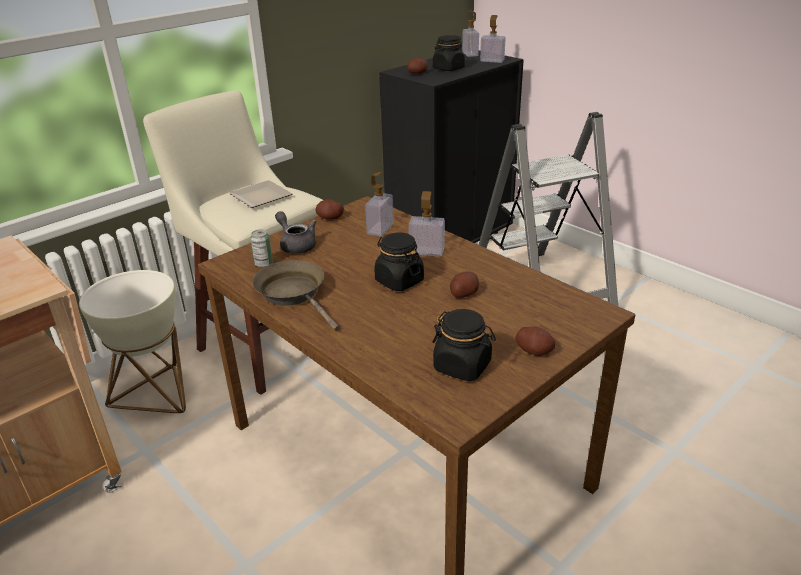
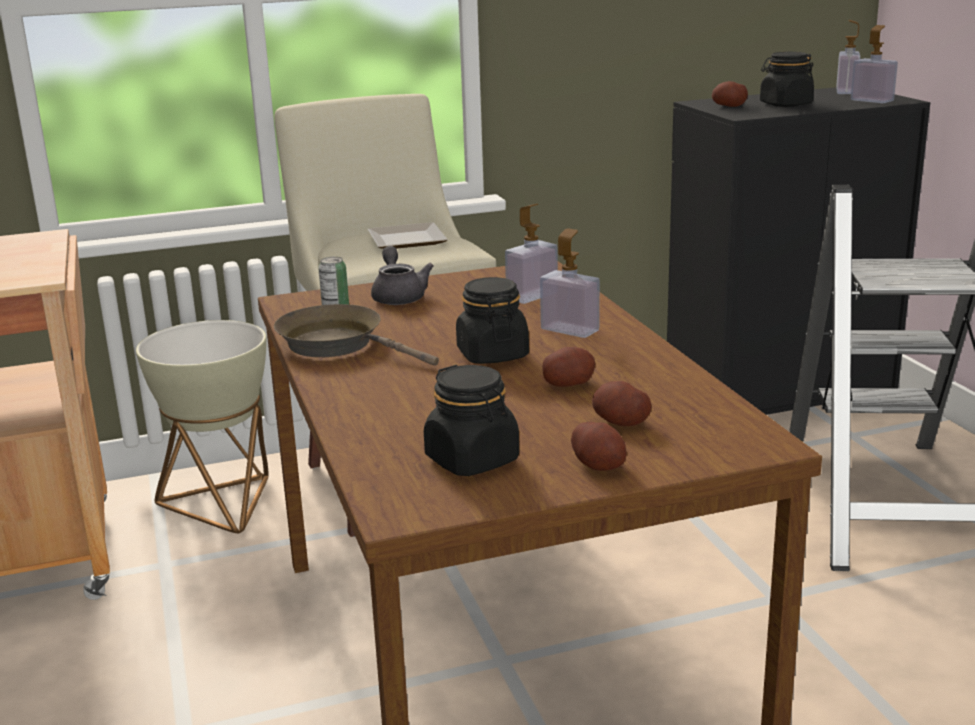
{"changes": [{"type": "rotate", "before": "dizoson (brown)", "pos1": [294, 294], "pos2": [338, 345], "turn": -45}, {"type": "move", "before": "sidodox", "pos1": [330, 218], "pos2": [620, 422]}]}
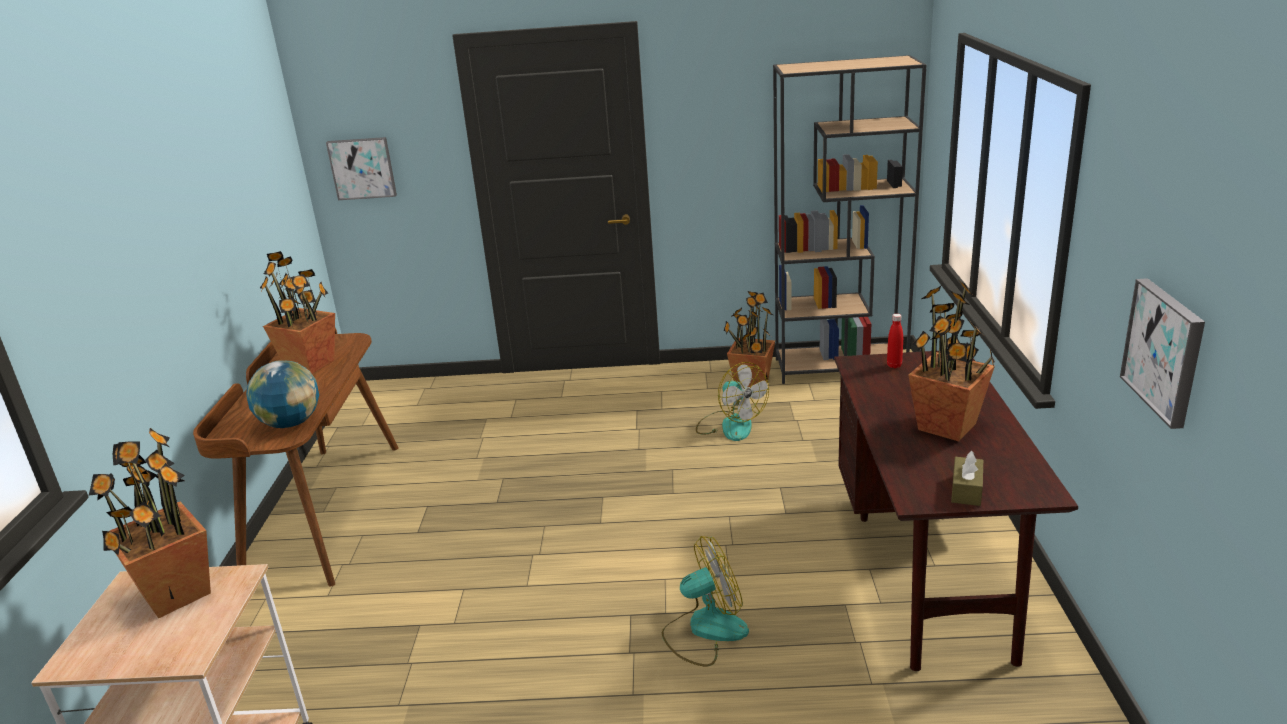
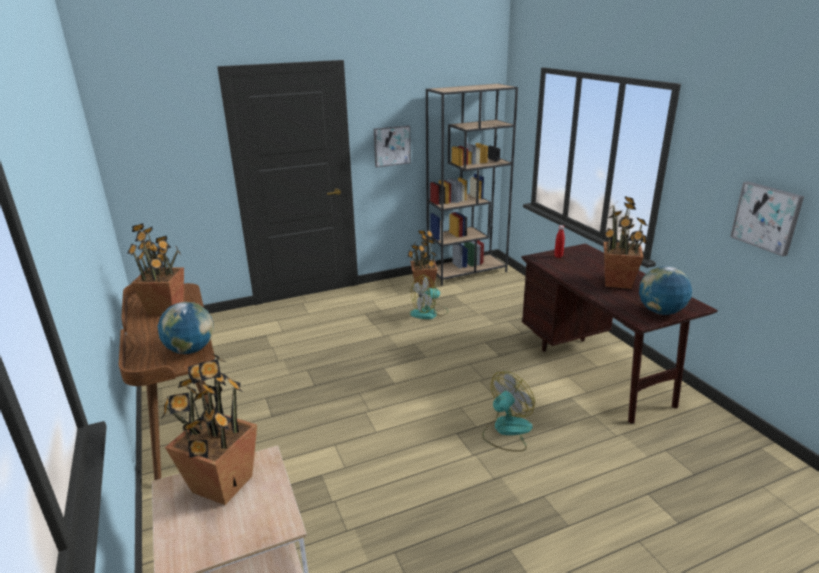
{"changes": [{"type": "move", "before": "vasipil", "pos1": [362, 168], "pos2": [391, 146]}, {"type": "rotate", "before": "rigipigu", "pos1": [730, 425], "pos2": [429, 313], "turn": 120}, {"type": "replace", "before": "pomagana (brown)", "after": "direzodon", "pos1": [966, 490], "pos2": [660, 312]}]}
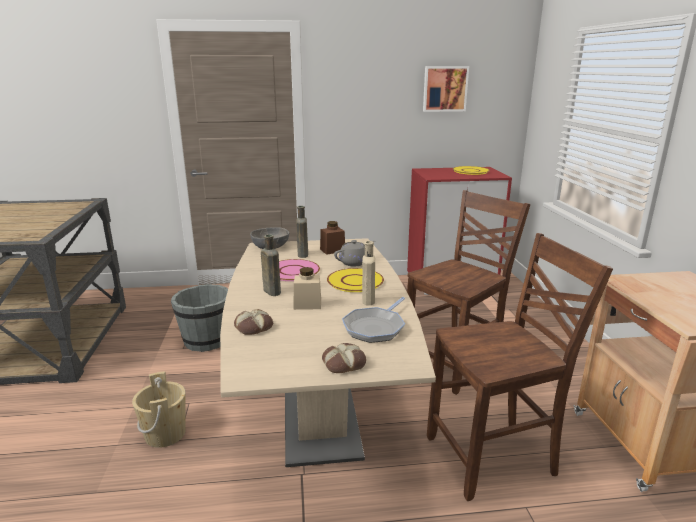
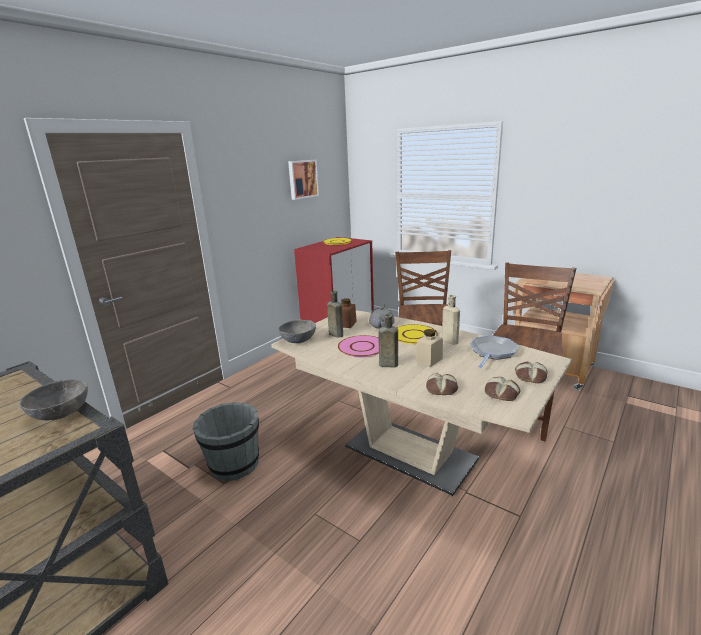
{"changes": [{"type": "insert", "after": "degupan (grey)", "pos2": [60, 413]}, {"type": "rotate", "before": "dizoson", "pos1": [375, 327], "pos2": [492, 352], "turn": -135}, {"type": "insert", "after": "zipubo", "pos2": [501, 393]}, {"type": "delete", "before": "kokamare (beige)", "pos1": [165, 434]}]}
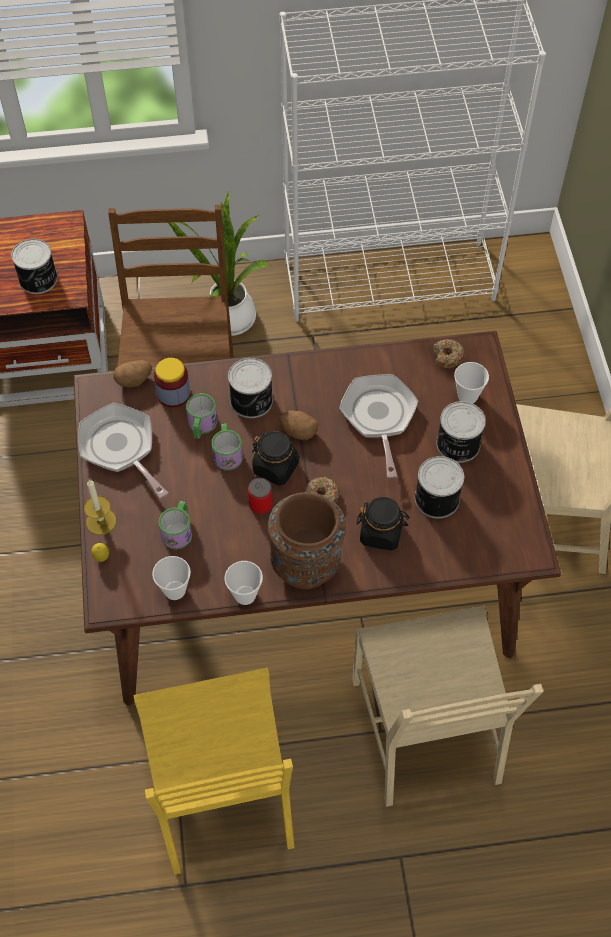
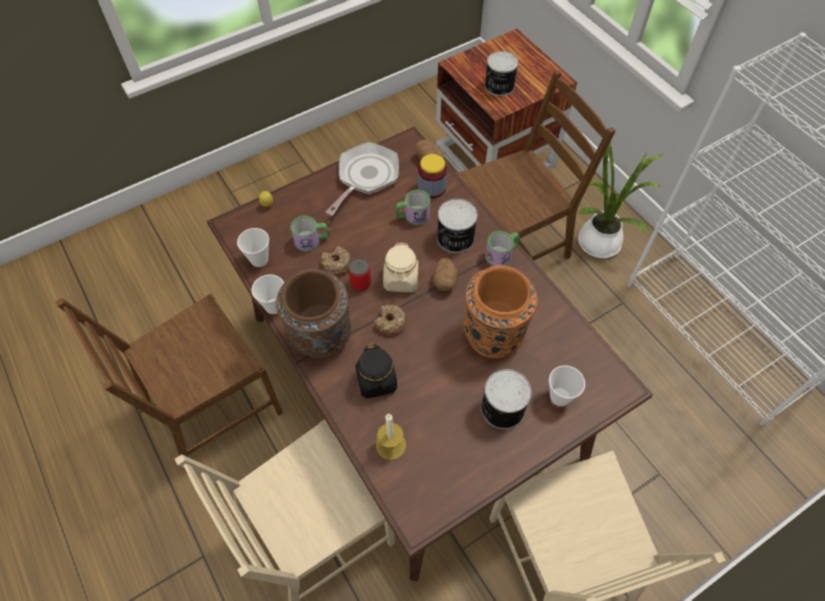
{"changes": [{"type": "recolor", "before": "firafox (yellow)", "after": "firafox (brown)", "pos1": [222, 794], "pos2": [211, 407]}, {"type": "move", "before": "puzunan", "pos1": [447, 357], "pos2": [336, 264]}, {"type": "move", "before": "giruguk", "pos1": [101, 521], "pos2": [391, 445]}, {"type": "recolor", "before": "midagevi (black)", "after": "midagevi (beige)", "pos1": [276, 468], "pos2": [401, 279]}, {"type": "replace", "before": "dizoson", "after": "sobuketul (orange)", "pos1": [379, 417], "pos2": [493, 334]}, {"type": "move", "before": "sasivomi", "pos1": [227, 453], "pos2": [502, 254]}, {"type": "delete", "before": "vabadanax", "pos1": [435, 498]}]}
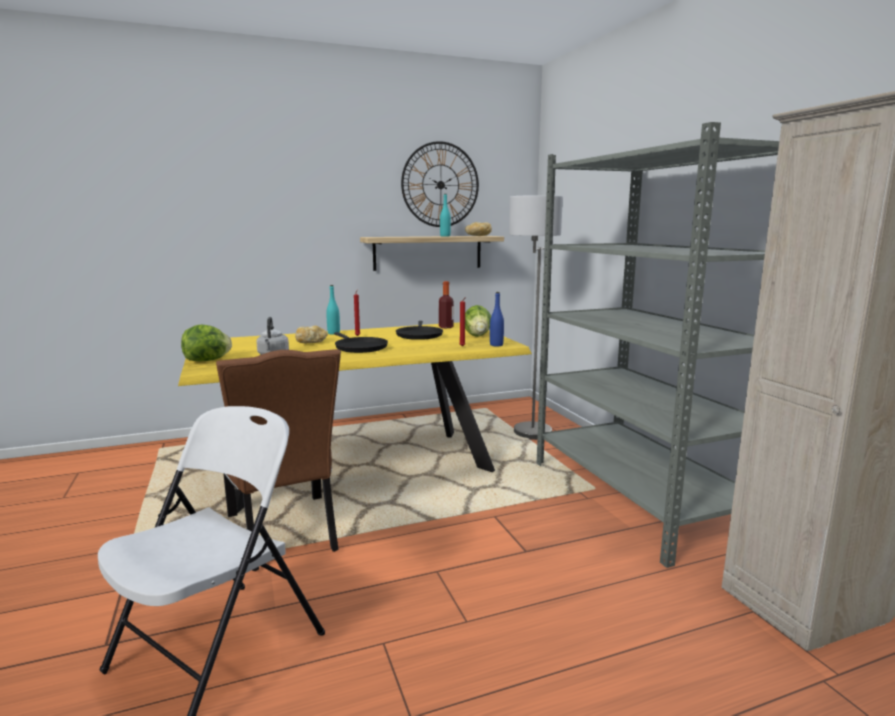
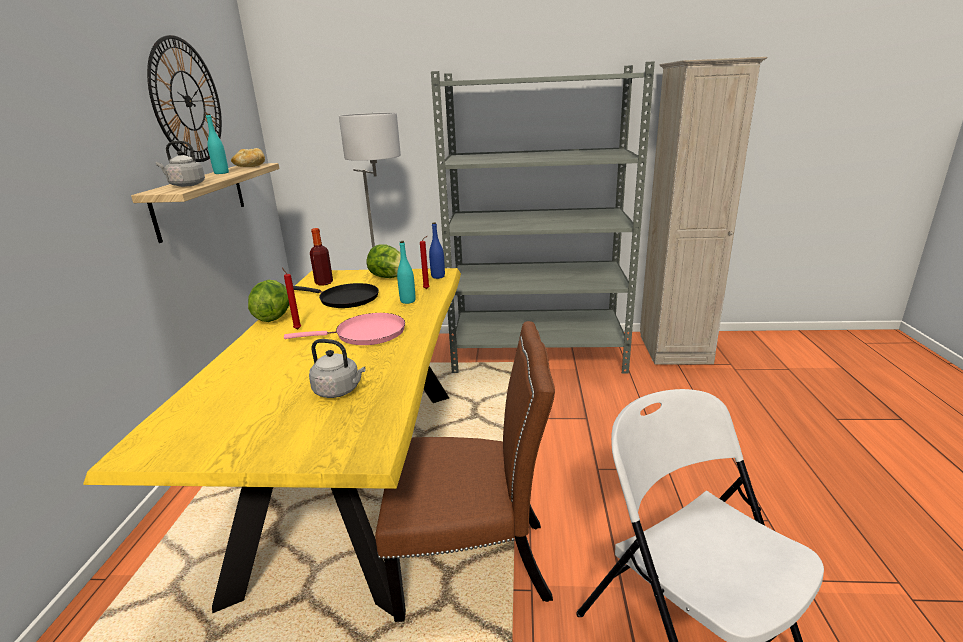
{"changes": [{"type": "insert", "after": "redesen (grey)", "pos2": [185, 185]}, {"type": "move", "before": "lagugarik", "pos1": [207, 360], "pos2": [274, 317]}, {"type": "recolor", "before": "dizoson (black)", "after": "dizoson (pink)", "pos1": [359, 347], "pos2": [366, 334]}, {"type": "move", "before": "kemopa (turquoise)", "pos1": [333, 333], "pos2": [408, 301]}, {"type": "delete", "before": "zipubo", "pos1": [311, 342]}]}
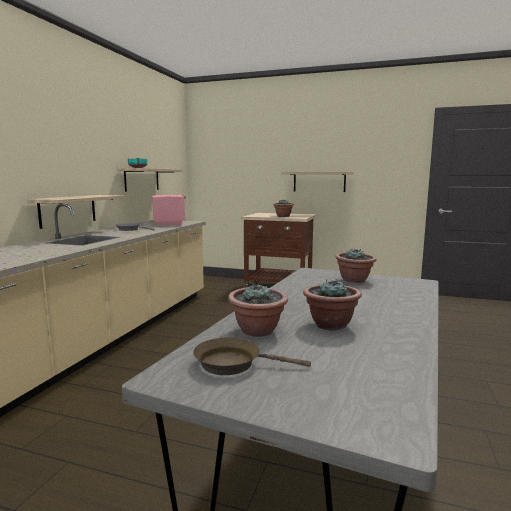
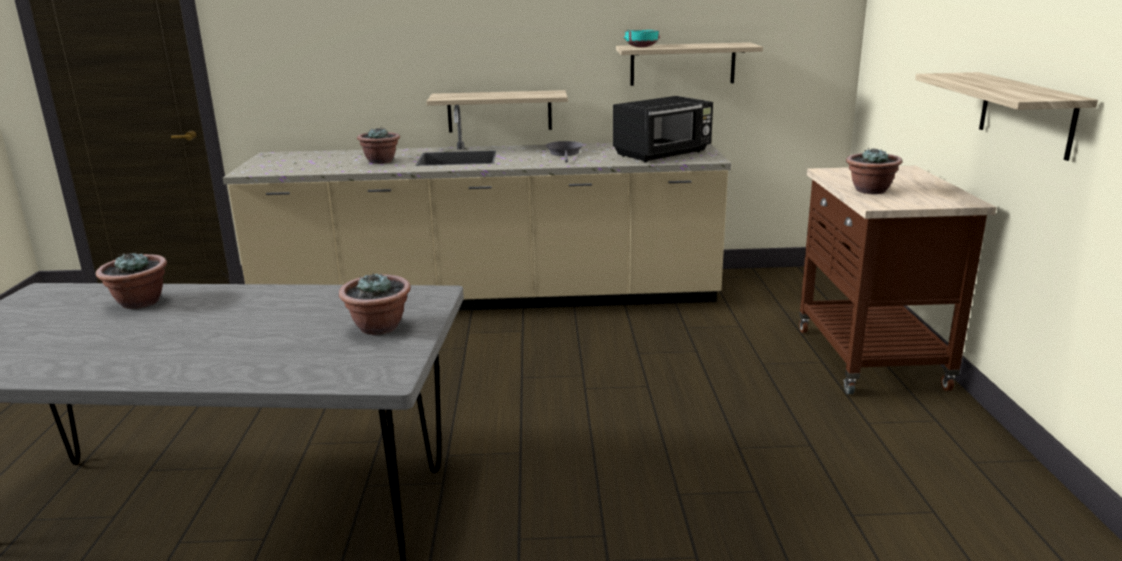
{"changes": [{"type": "move", "before": "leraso", "pos1": [330, 325], "pos2": [381, 161]}, {"type": "recolor", "before": "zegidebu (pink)", "after": "zegidebu (black)", "pos1": [169, 223], "pos2": [663, 154]}, {"type": "delete", "before": "dizoson (brown)", "pos1": [233, 363]}]}
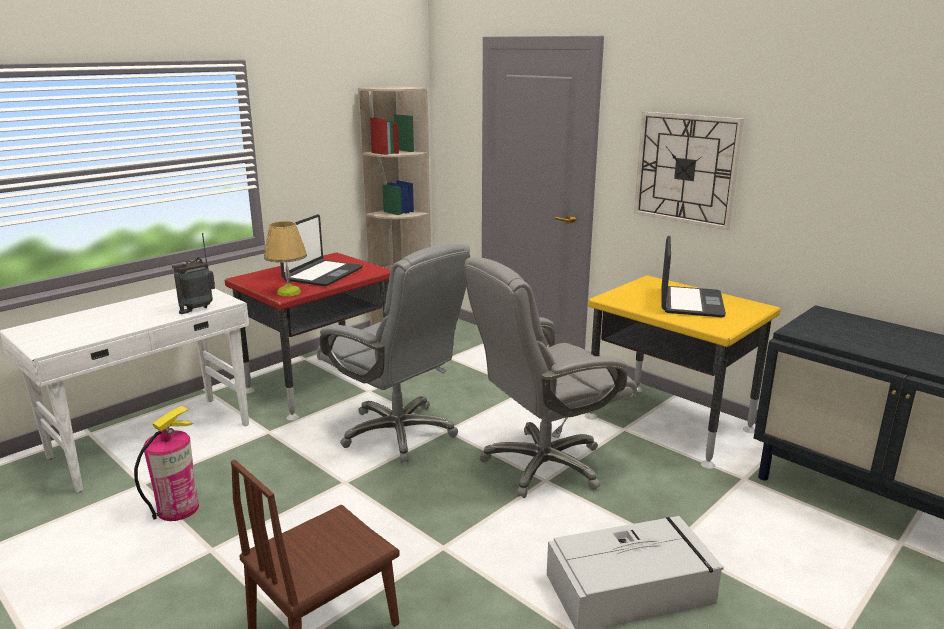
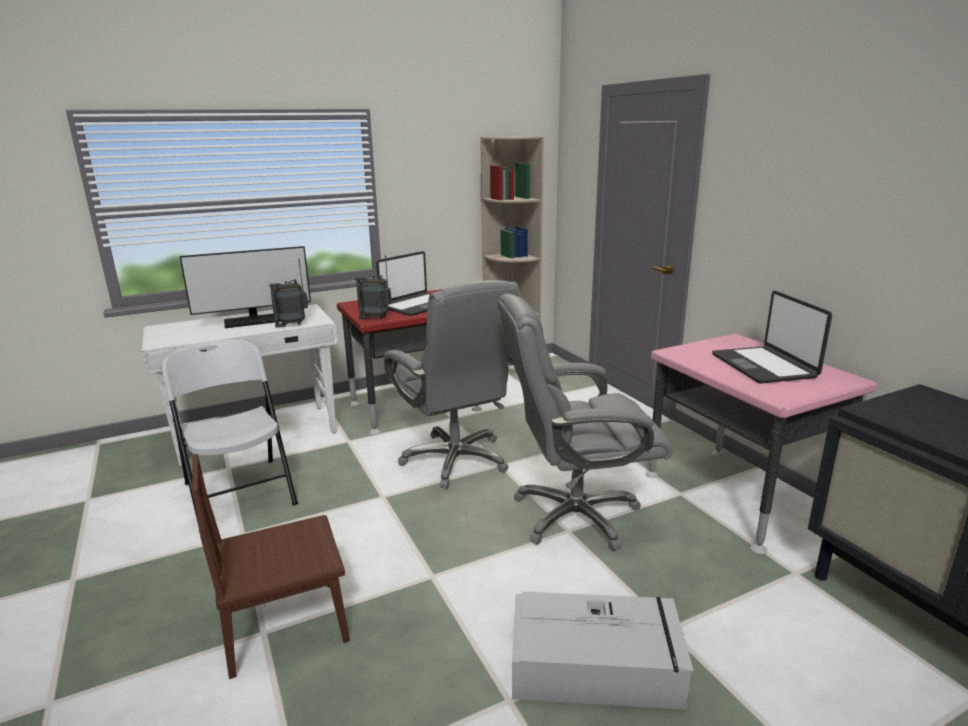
{"changes": [{"type": "replace", "before": "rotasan", "after": "firafox (white)", "pos1": [178, 508], "pos2": [240, 493]}, {"type": "insert", "after": "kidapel", "pos2": [254, 321]}, {"type": "replace", "before": "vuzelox", "after": "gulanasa", "pos1": [289, 292], "pos2": [376, 318]}, {"type": "recolor", "before": "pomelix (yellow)", "after": "pomelix (pink)", "pos1": [670, 423], "pos2": [737, 495]}, {"type": "rotate", "before": "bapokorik", "pos1": [690, 303], "pos2": [764, 366], "turn": 135}, {"type": "delete", "before": "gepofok", "pos1": [686, 169]}]}
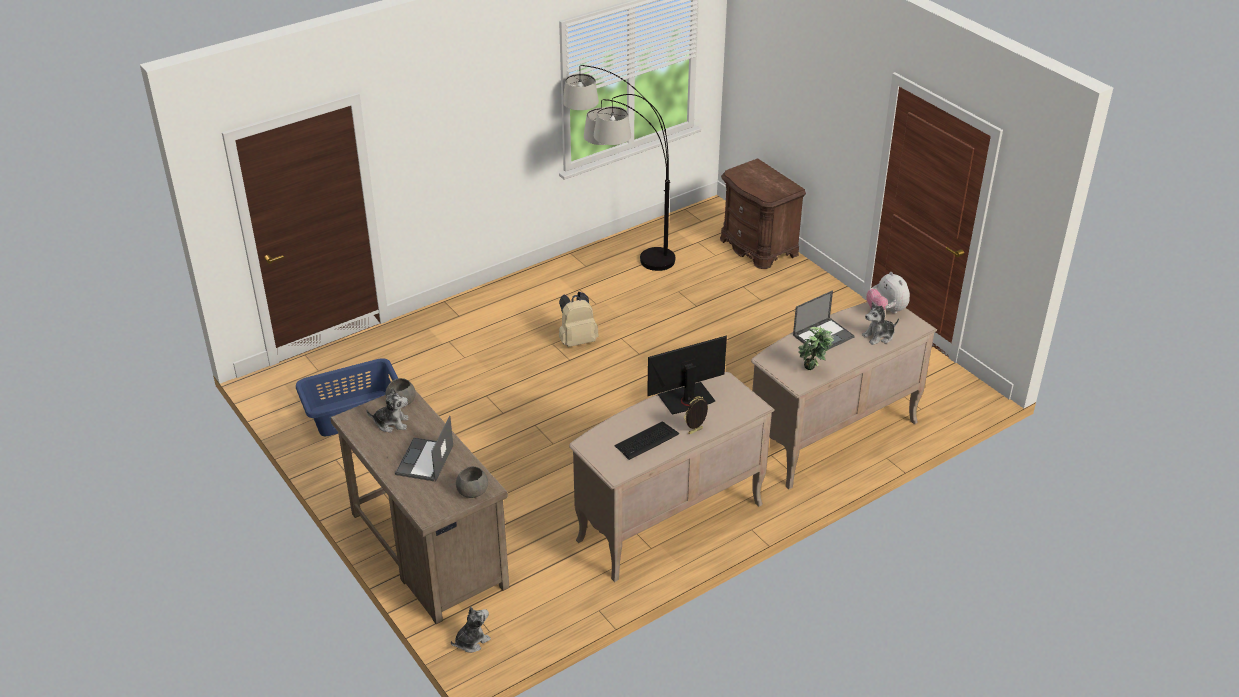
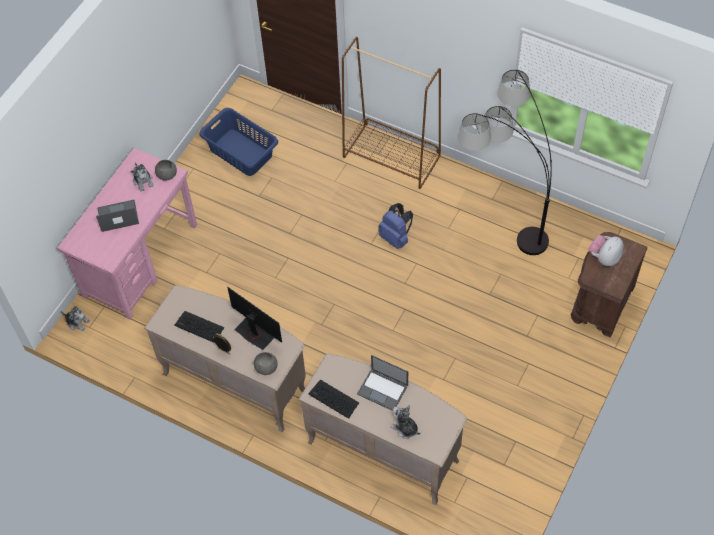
{"changes": [{"type": "recolor", "before": "pomelix (brown)", "after": "pomelix (pink)", "pos1": [427, 550], "pos2": [140, 259]}, {"type": "move", "before": "degupan (grey)", "pos1": [472, 491], "pos2": [265, 367]}, {"type": "replace", "before": "leraso", "after": "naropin", "pos1": [813, 371], "pos2": [333, 399]}, {"type": "insert", "after": "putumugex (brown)", "pos2": [391, 157]}, {"type": "recolor", "before": "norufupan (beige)", "after": "norufupan (blue)", "pos1": [577, 340], "pos2": [396, 237]}, {"type": "move", "before": "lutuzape", "pos1": [886, 310], "pos2": [604, 257]}]}
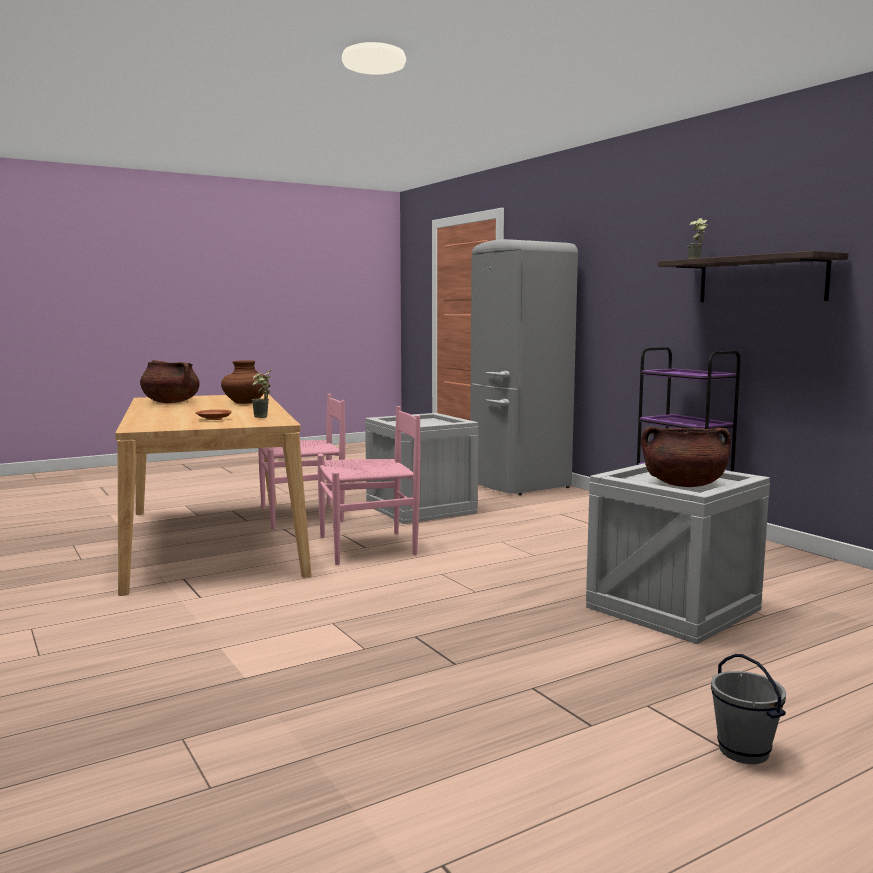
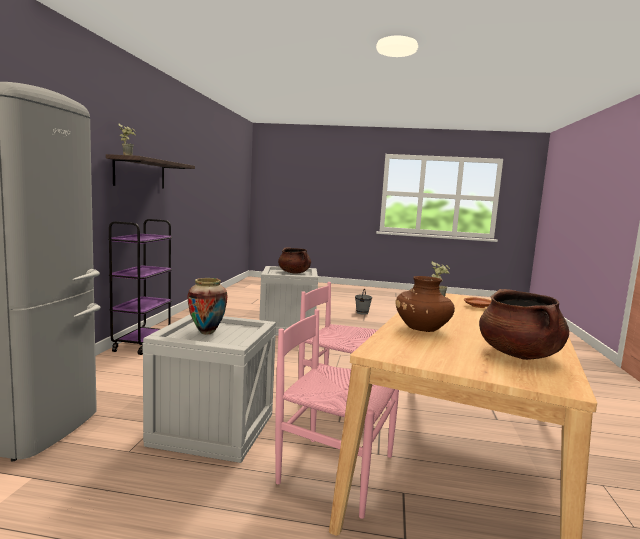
{"changes": [{"type": "insert", "after": "sobuketul", "pos2": [207, 332]}]}
